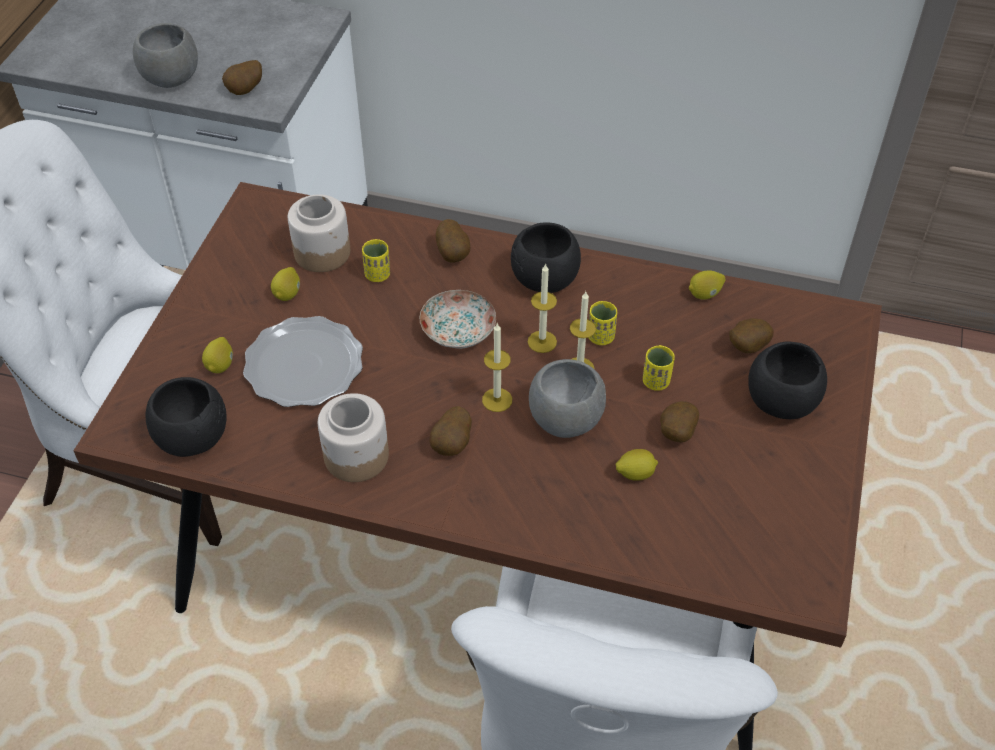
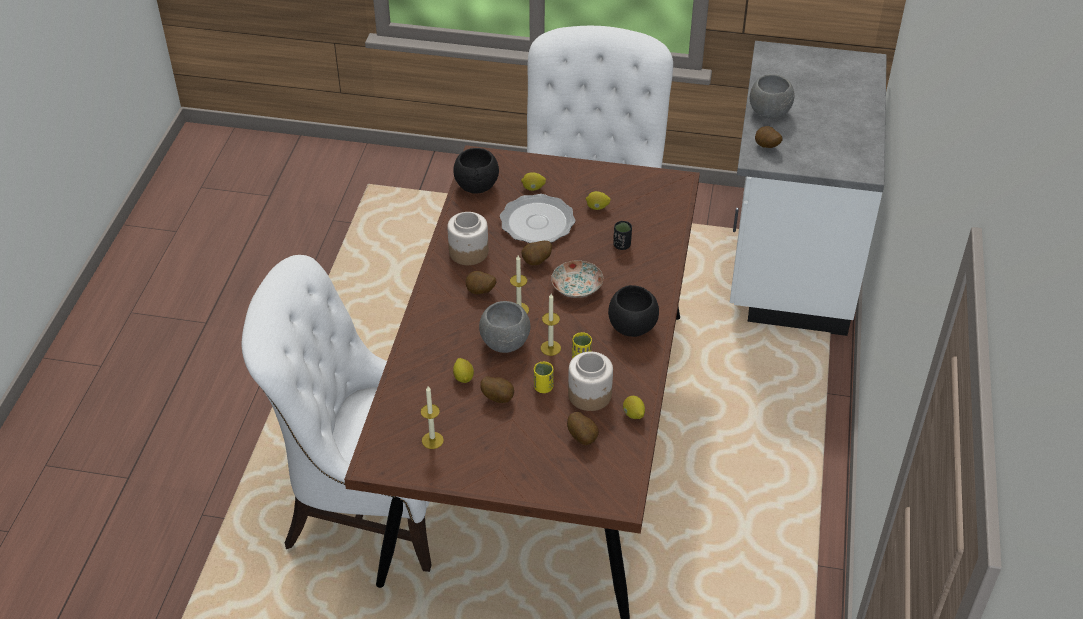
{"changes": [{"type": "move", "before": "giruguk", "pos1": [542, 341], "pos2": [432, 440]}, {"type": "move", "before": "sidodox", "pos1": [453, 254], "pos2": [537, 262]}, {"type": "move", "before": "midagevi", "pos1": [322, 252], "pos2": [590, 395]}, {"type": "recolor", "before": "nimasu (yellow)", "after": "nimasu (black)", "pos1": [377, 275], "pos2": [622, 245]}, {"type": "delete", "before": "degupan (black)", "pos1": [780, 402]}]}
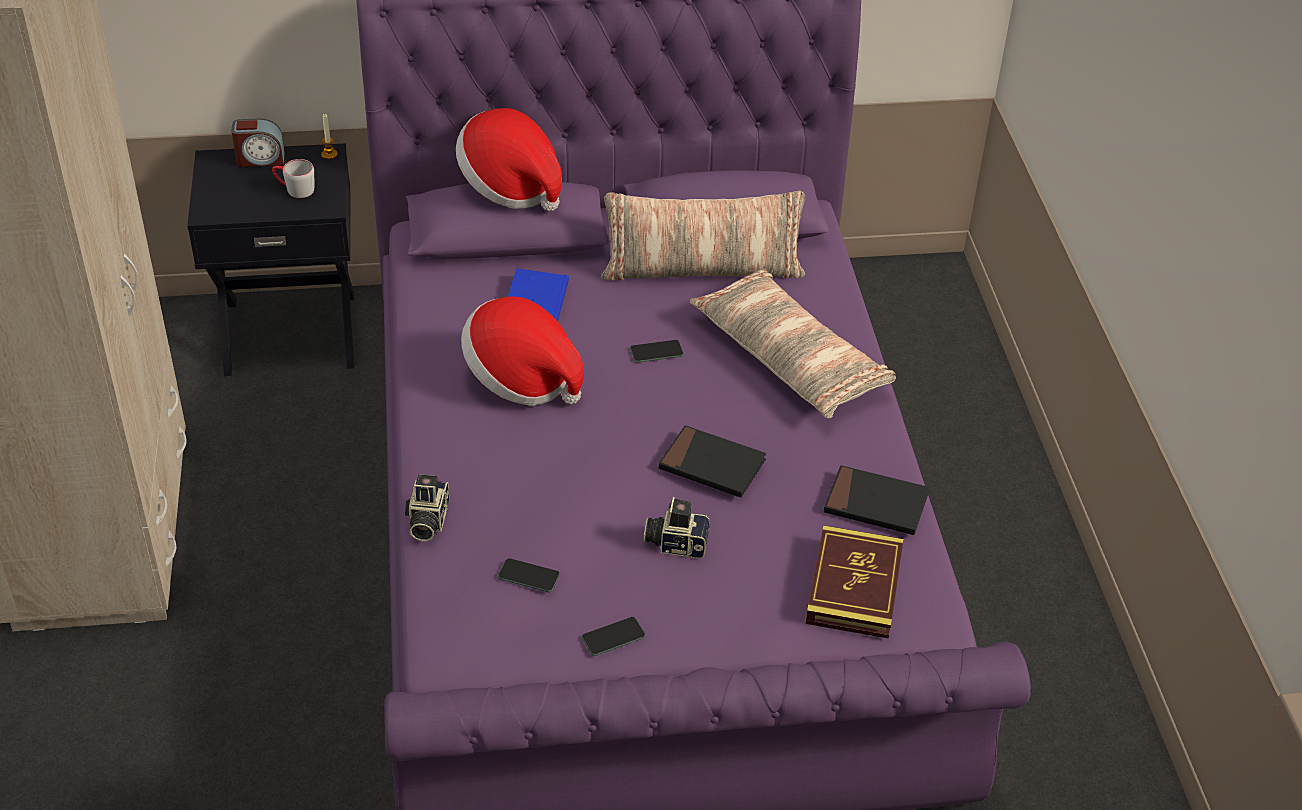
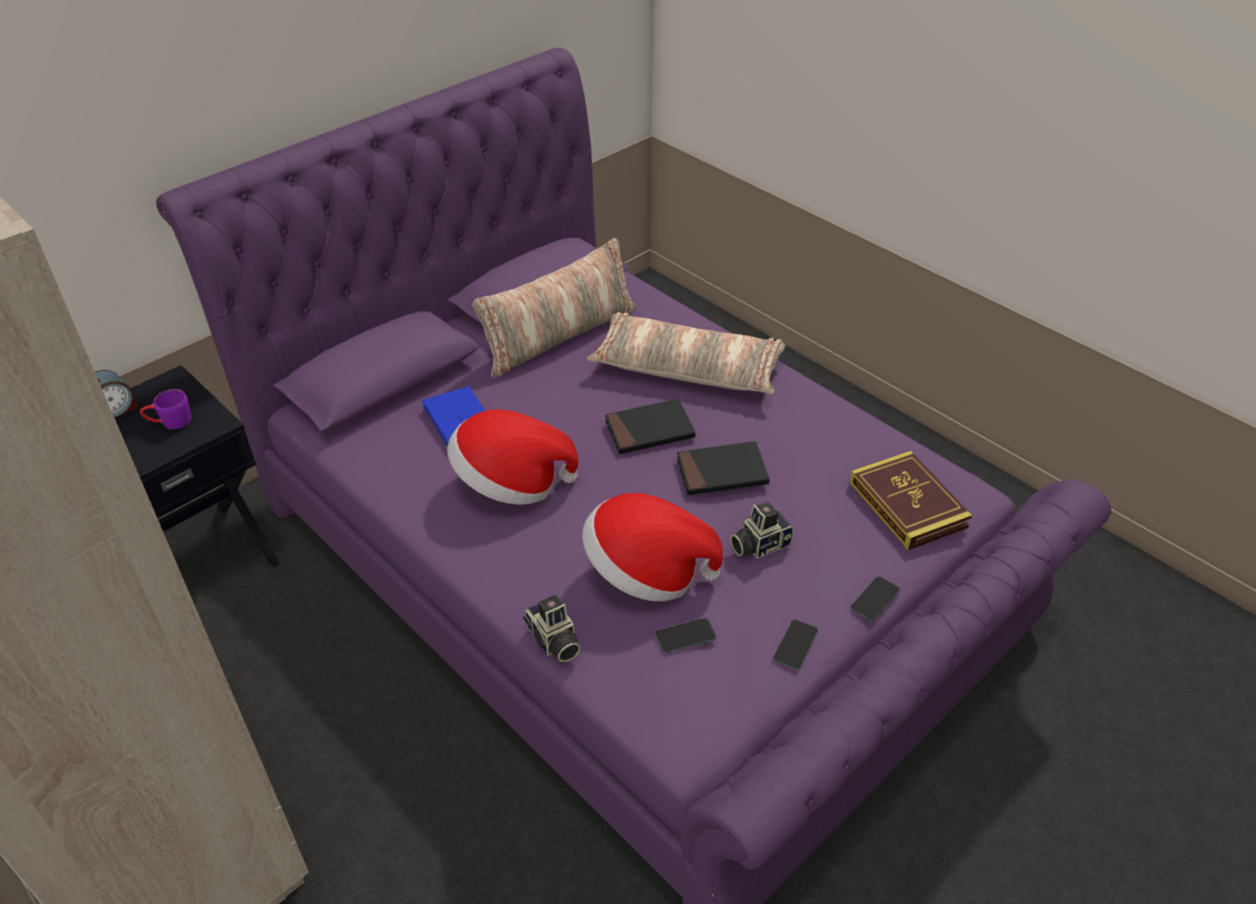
{"changes": [{"type": "recolor", "before": "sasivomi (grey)", "after": "sasivomi (purple)", "pos1": [294, 189], "pos2": [170, 422]}, {"type": "move", "before": "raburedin", "pos1": [510, 186], "pos2": [646, 572]}, {"type": "move", "before": "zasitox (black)", "pos1": [875, 504], "pos2": [649, 430]}, {"type": "move", "before": "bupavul", "pos1": [656, 352], "pos2": [875, 599]}, {"type": "delete", "before": "giruguk", "pos1": [329, 154]}]}
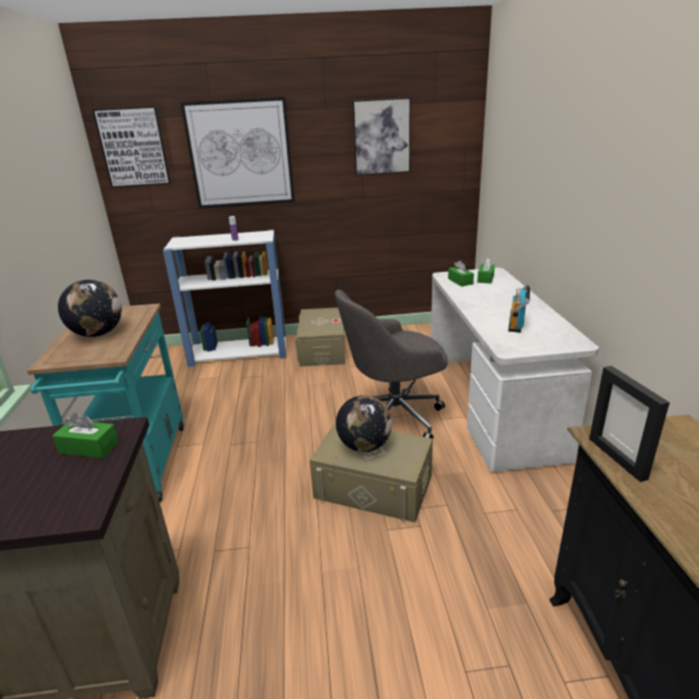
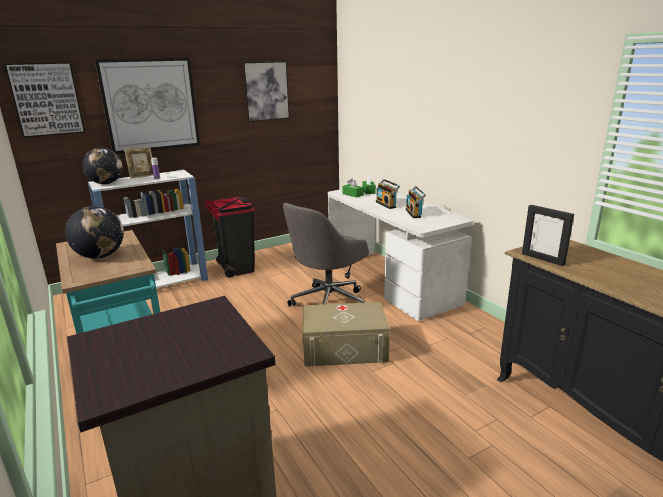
{"changes": [{"type": "move", "before": "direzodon", "pos1": [365, 446], "pos2": [106, 183]}, {"type": "insert", "after": "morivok", "pos2": [142, 176]}, {"type": "replace", "before": "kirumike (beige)", "after": "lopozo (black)", "pos1": [323, 349], "pos2": [236, 268]}, {"type": "insert", "after": "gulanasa", "pos2": [387, 204]}, {"type": "delete", "before": "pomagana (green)", "pos1": [89, 447]}]}
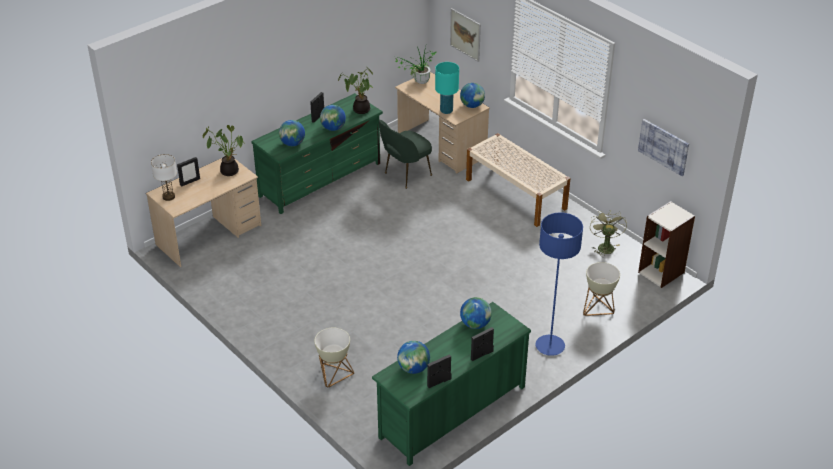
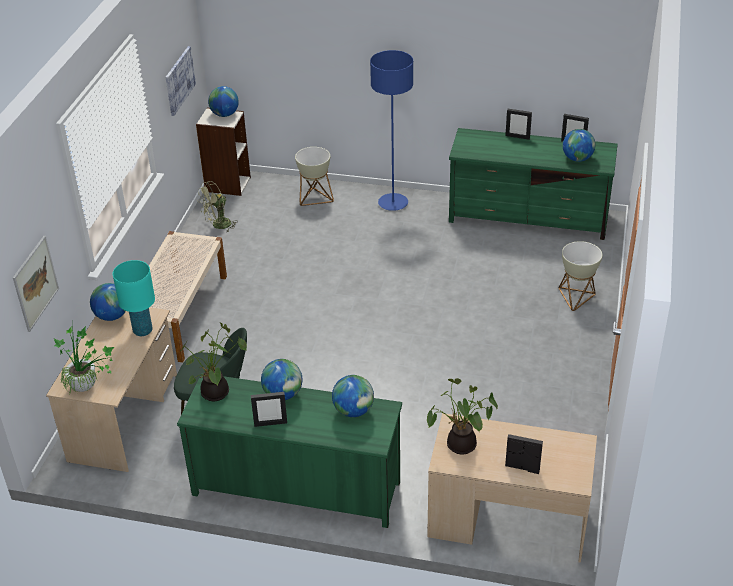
{"changes": [{"type": "move", "before": "direzodon", "pos1": [475, 324], "pos2": [224, 114]}, {"type": "delete", "before": "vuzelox", "pos1": [168, 197]}]}
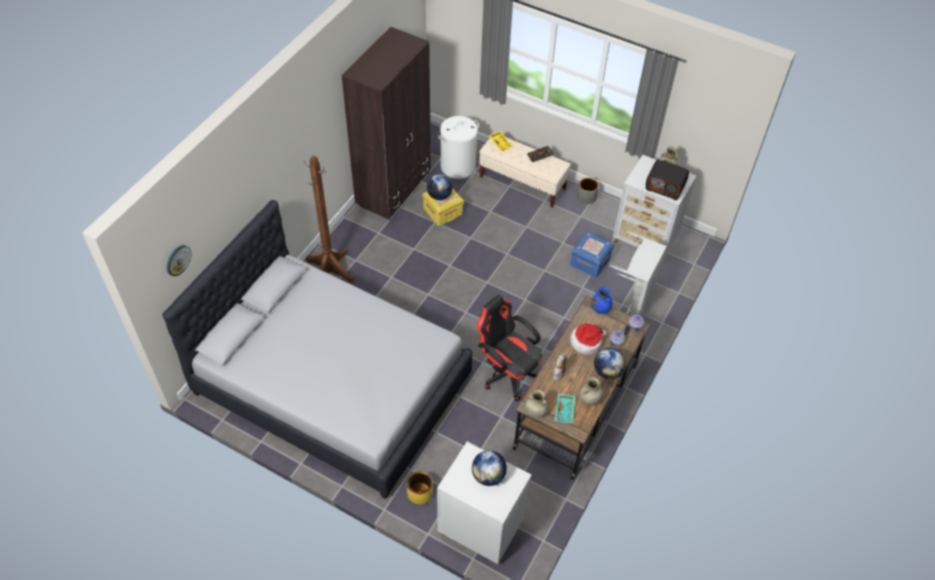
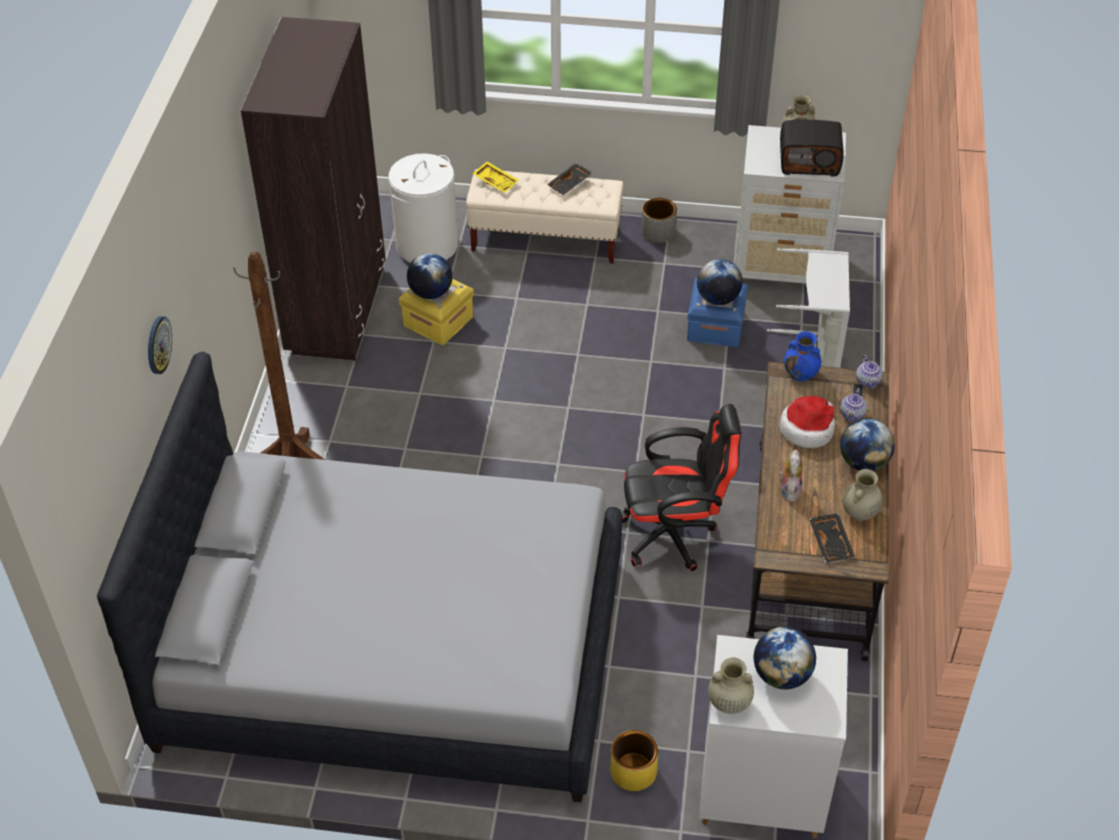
{"changes": [{"type": "move", "before": "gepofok", "pos1": [178, 260], "pos2": [158, 345]}, {"type": "rotate", "before": "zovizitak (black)", "pos1": [507, 373], "pos2": [675, 535], "turn": 150}, {"type": "insert", "after": "direzodon", "pos2": [718, 298]}, {"type": "move", "before": "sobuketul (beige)", "pos1": [535, 411], "pos2": [728, 703]}, {"type": "recolor", "before": "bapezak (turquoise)", "after": "bapezak (black)", "pos1": [565, 410], "pos2": [832, 542]}]}
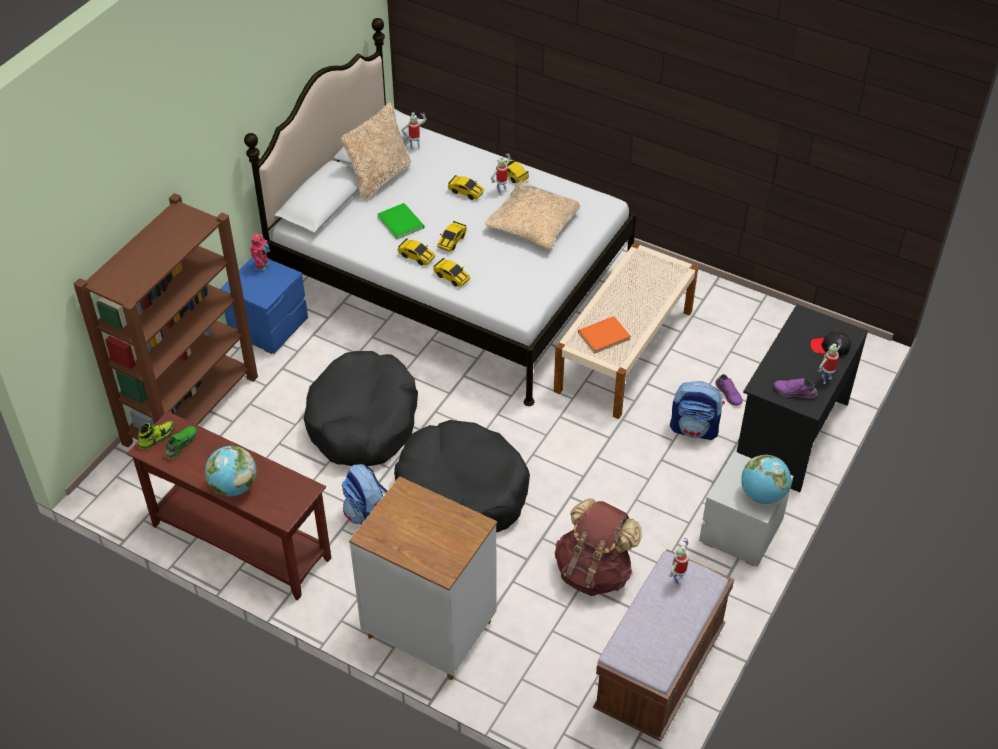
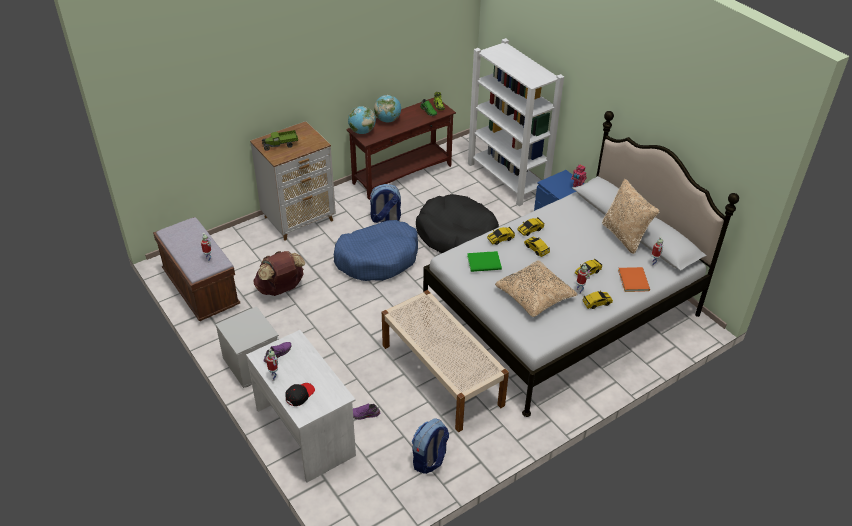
{"changes": [{"type": "recolor", "before": "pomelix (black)", "after": "pomelix (white)", "pos1": [790, 433], "pos2": [306, 431]}, {"type": "insert", "after": "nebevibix", "pos2": [280, 145]}, {"type": "recolor", "before": "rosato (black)", "after": "rosato (blue)", "pos1": [463, 489], "pos2": [378, 258]}, {"type": "move", "before": "direzodon", "pos1": [762, 495], "pos2": [362, 131]}, {"type": "move", "before": "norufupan", "pos1": [694, 429], "pos2": [429, 460]}, {"type": "move", "before": "zasitox (green)", "pos1": [401, 221], "pos2": [485, 263]}, {"type": "recolor", "before": "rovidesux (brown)", "after": "rovidesux (white)", "pos1": [191, 409], "pos2": [507, 178]}, {"type": "move", "before": "zasitox (orange)", "pos1": [602, 335], "pos2": [634, 279]}]}
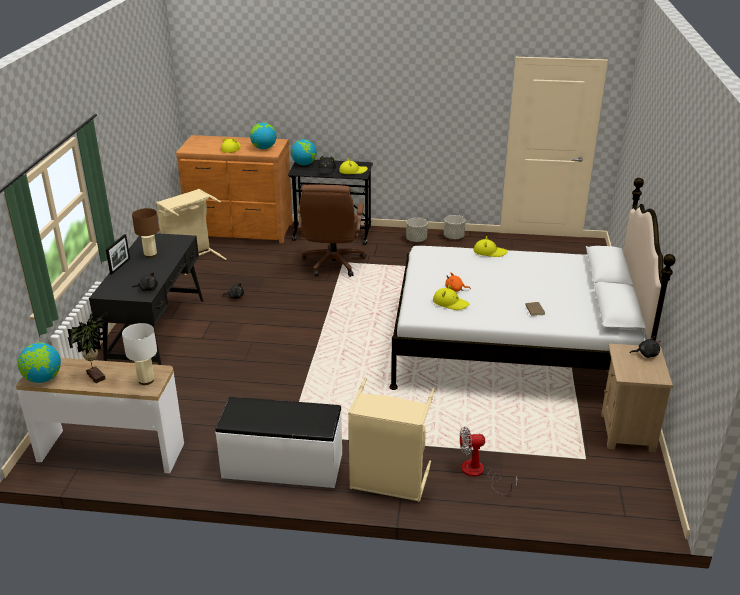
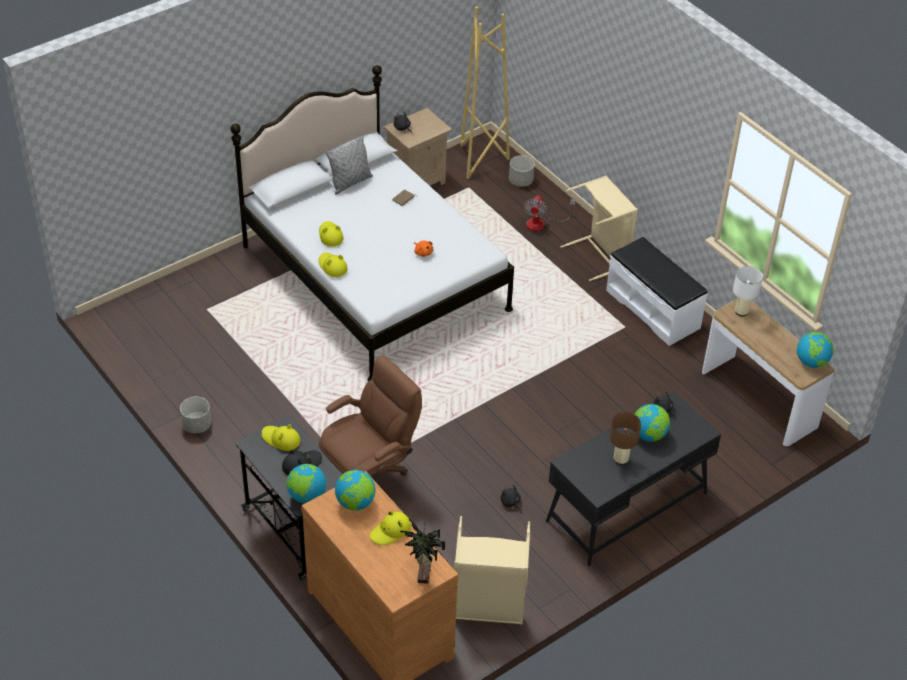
{"changes": [{"type": "move", "before": "raburedin (yellow)", "pos1": [450, 303], "pos2": [330, 235]}, {"type": "insert", "after": "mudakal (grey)", "pos2": [350, 182]}, {"type": "move", "before": "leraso", "pos1": [97, 376], "pos2": [422, 574]}, {"type": "insert", "after": "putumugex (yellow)", "pos2": [479, 161]}, {"type": "move", "before": "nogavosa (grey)", "pos1": [416, 240], "pos2": [520, 181]}, {"type": "rotate", "before": "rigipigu", "pos1": [479, 473], "pos2": [541, 223], "turn": 60}, {"type": "insert", "after": "direzodon", "pos2": [649, 435]}, {"type": "delete", "before": "morivok", "pos1": [120, 266]}]}
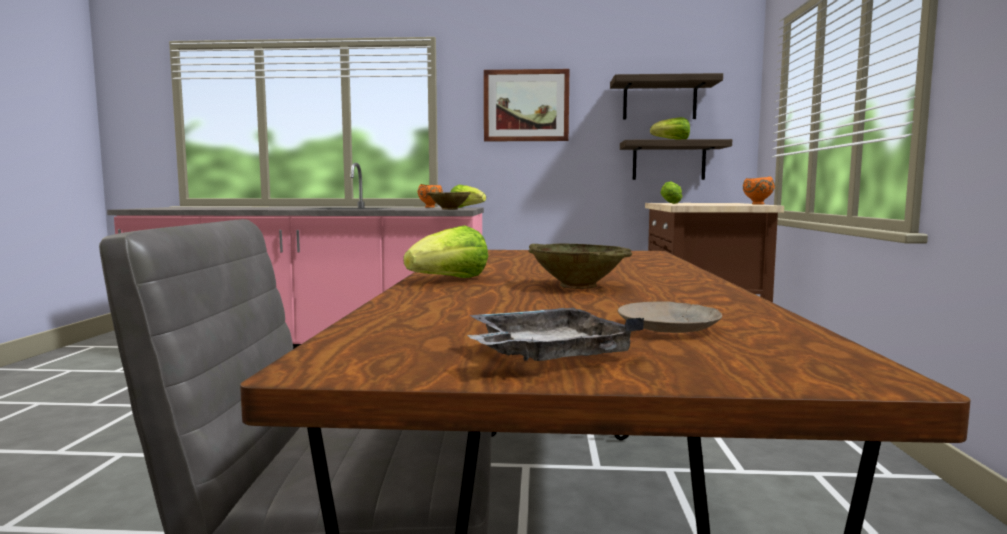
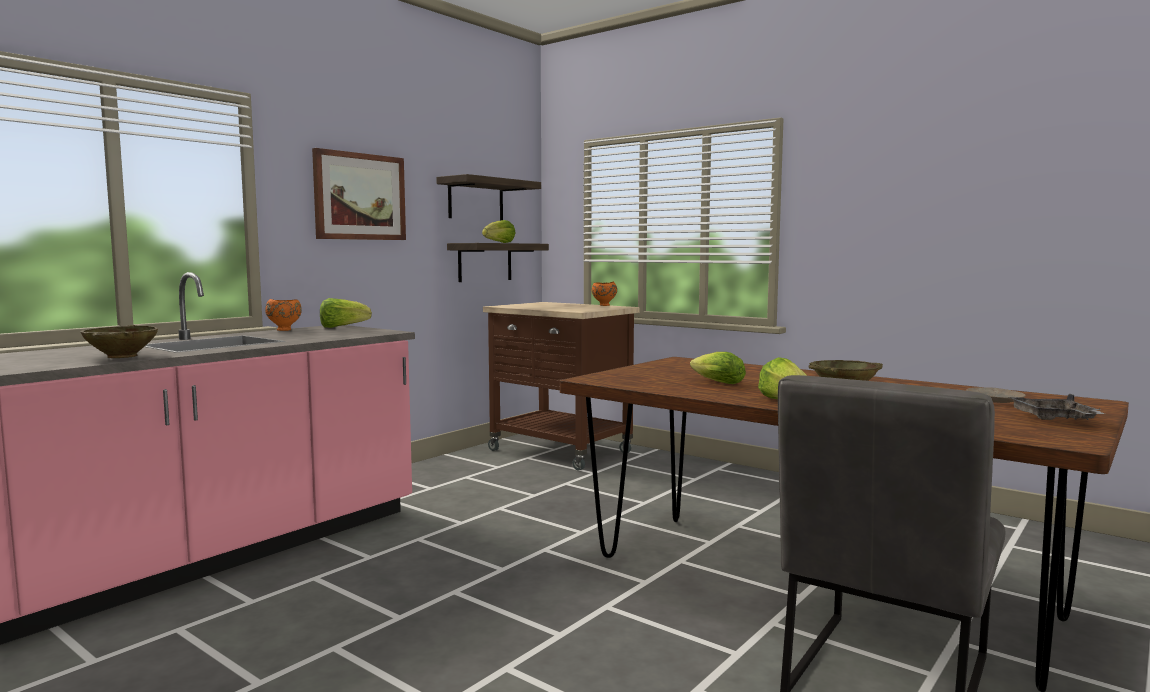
{"changes": [{"type": "move", "before": "degupan (beige)", "pos1": [449, 209], "pos2": [121, 356]}, {"type": "move", "before": "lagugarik", "pos1": [671, 203], "pos2": [715, 382]}]}
